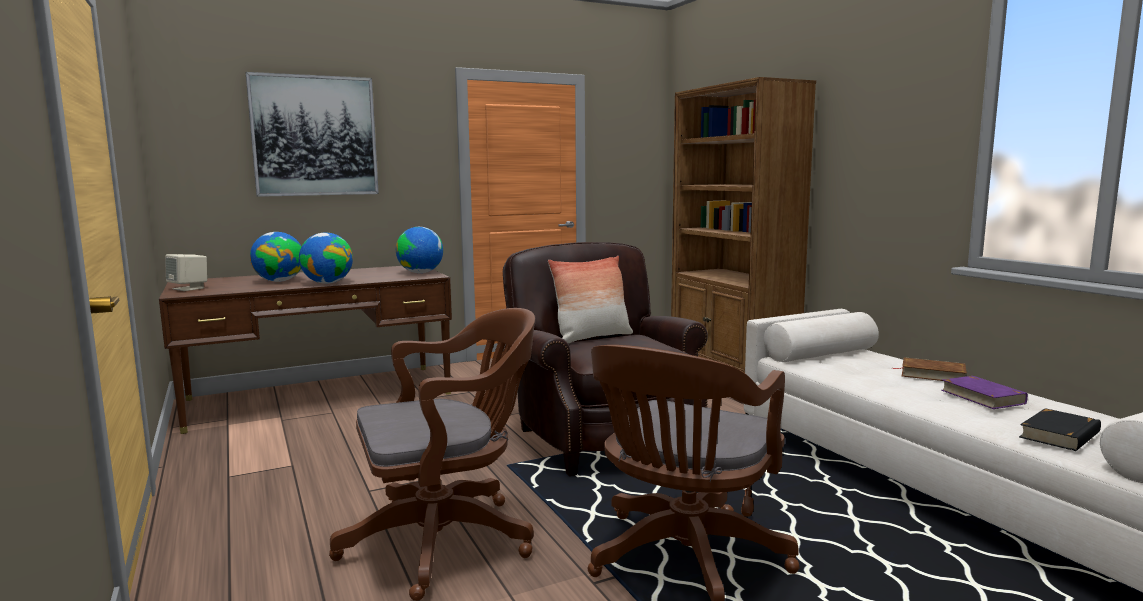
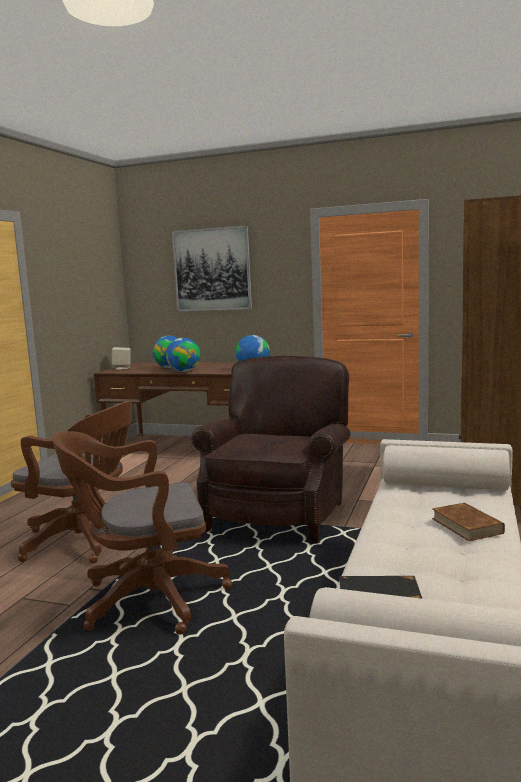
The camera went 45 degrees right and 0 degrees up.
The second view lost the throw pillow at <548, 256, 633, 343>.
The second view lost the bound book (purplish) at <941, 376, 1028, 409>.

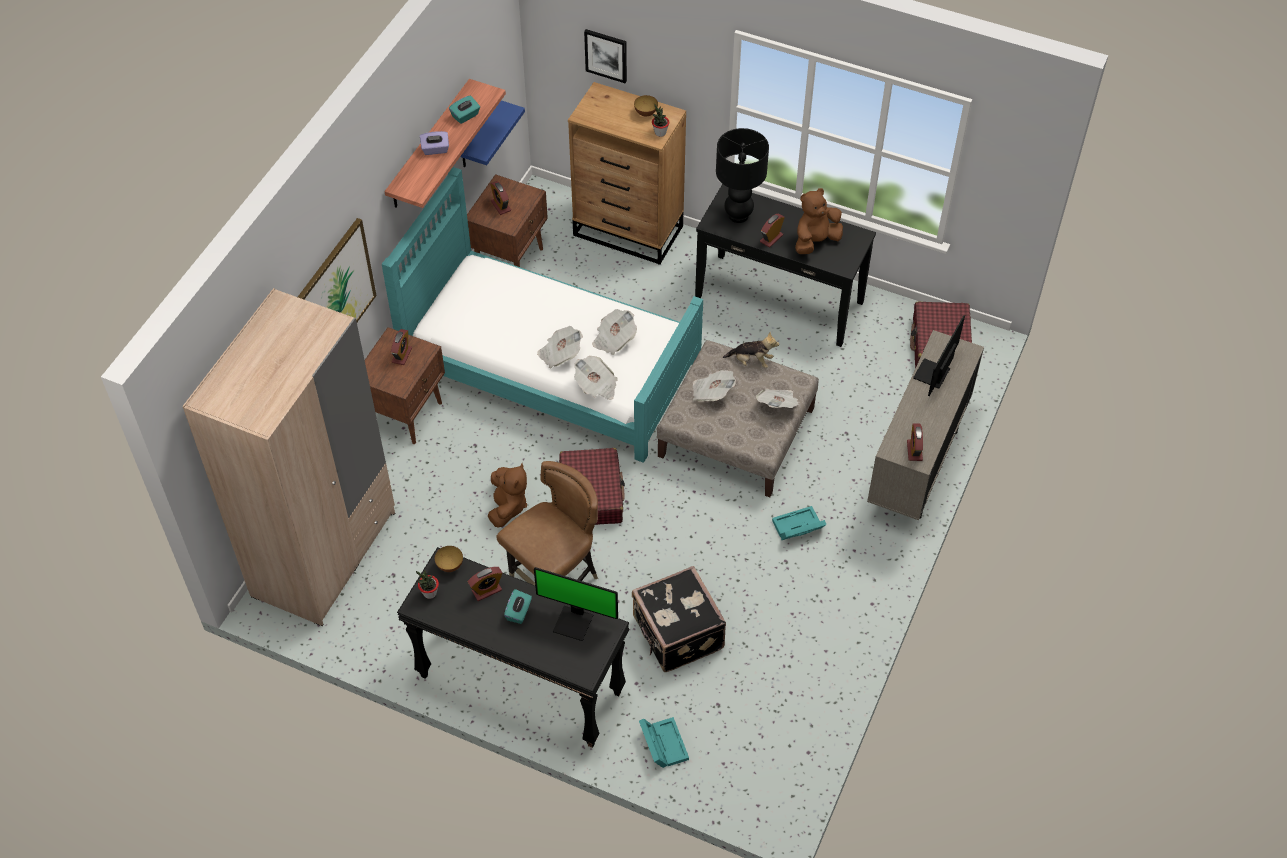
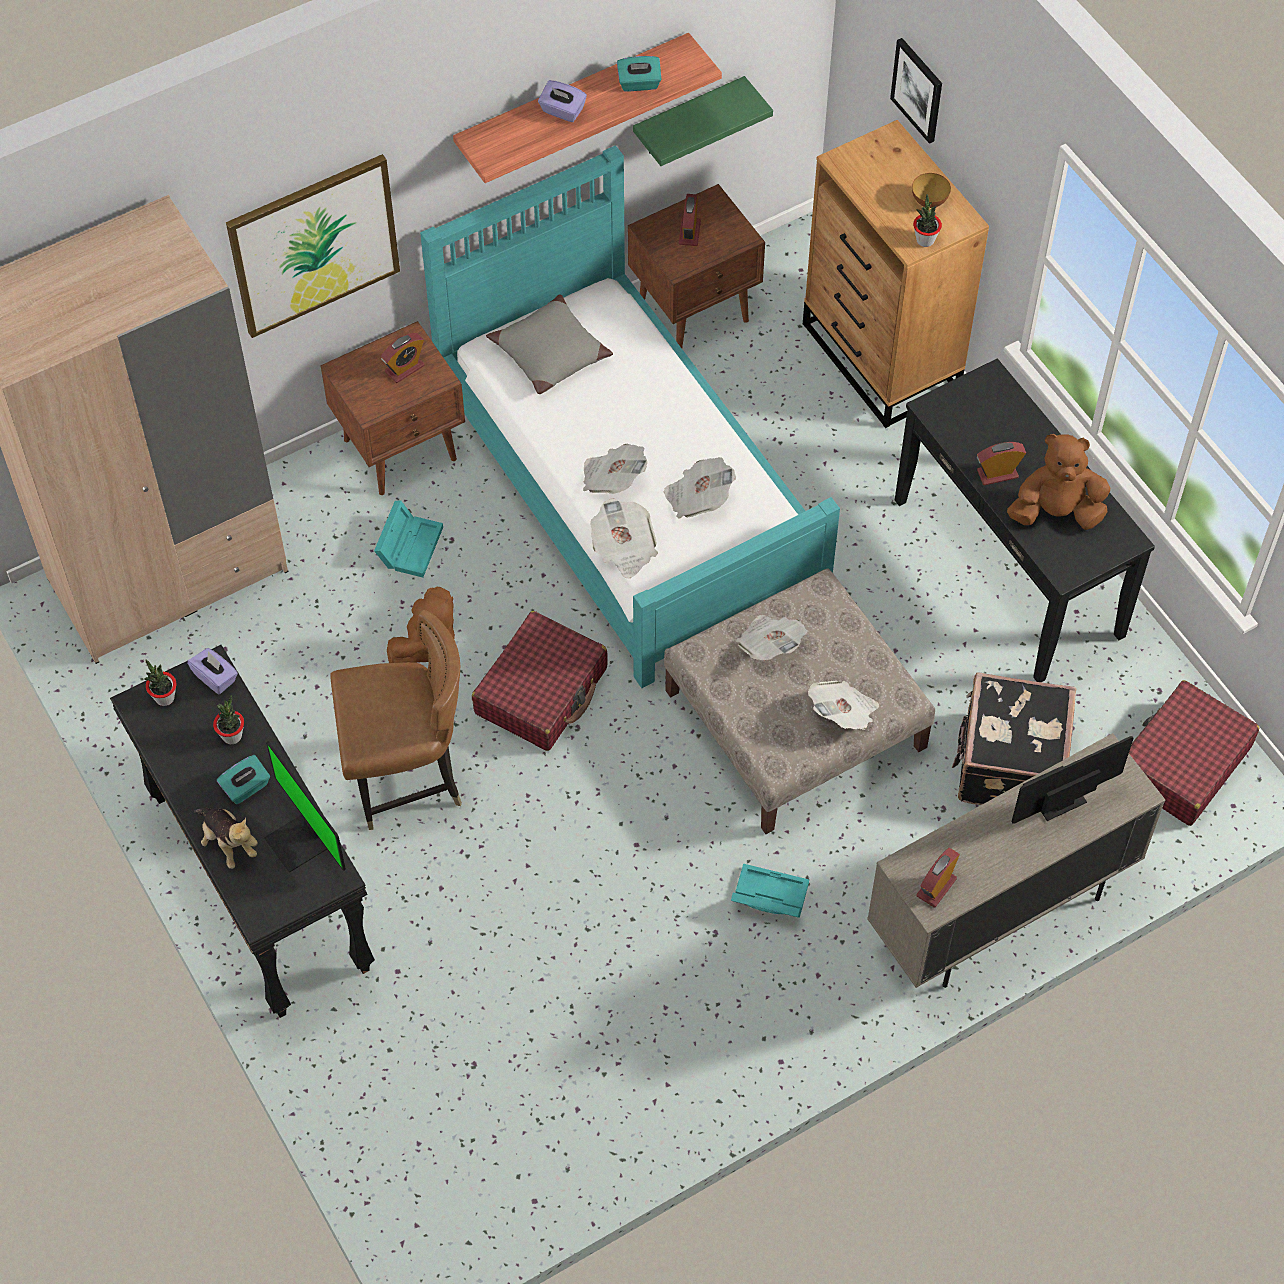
The camera went 35 degrees right and 5 degrees up.
Where the deep dish stood at <435, 546, 463, 572>, the box of tissues (purplish) came to stand at <187, 648, 238, 695>.
The plush toy ended up elsewhere, having gone from <723, 332, 779, 368> to <194, 808, 258, 869>.
Where the table clock stood at <467, 567, 502, 601>, the potted plant came to stand at <213, 695, 244, 744>.
The storage box (turquoise) ended up elsewhere, having gone from <639, 717, 689, 768> to <374, 501, 443, 577>.
The second view gained the throw pillow (gray) at <486, 294, 613, 394>.
What was the wall shelf (bluish) at <460, 100, 525, 167> turned into the wall shelf (greenish) at <633, 76, 773, 166>.
The piece of luggage (blackish) ended up elsewhere, having gone from <632, 566, 726, 672> to <952, 672, 1076, 805>.
The second view lost the table lamp (blackish) at <716, 128, 769, 223>.

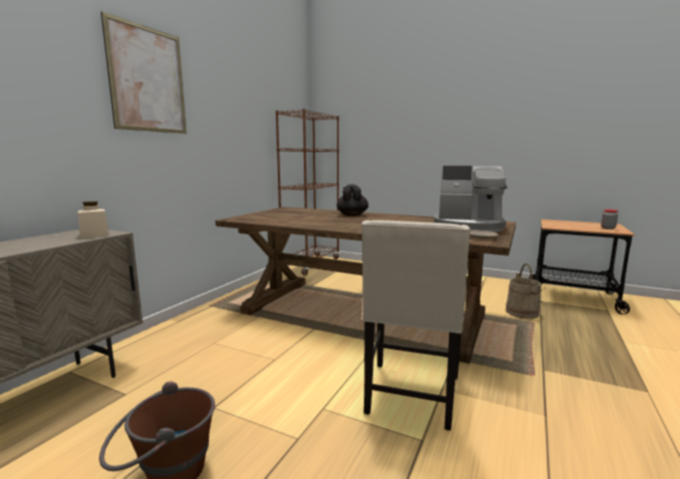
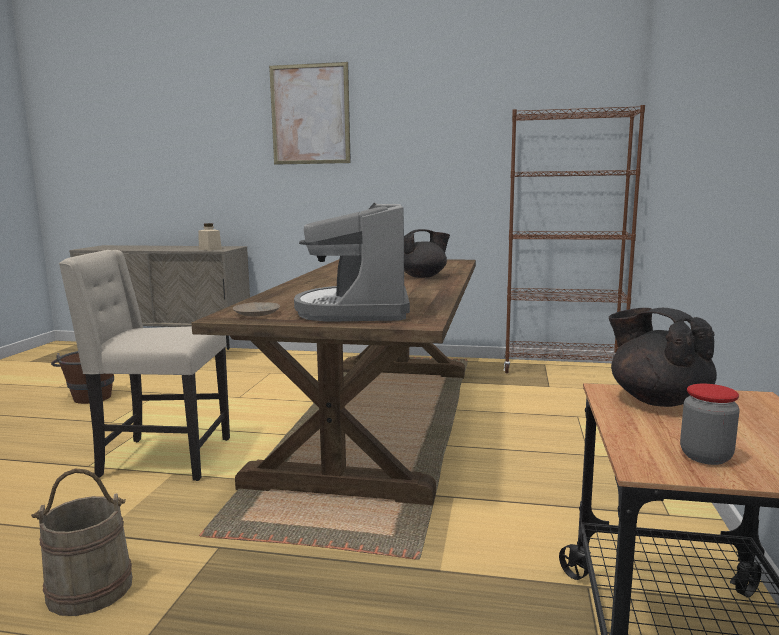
The camera went 75 degrees right and 0 degrees up.
The pail (beige) ended up elsewhere, having gone from <506, 263, 541, 319> to <31, 469, 132, 616>.
The second view gained the teapot (blackish) at <609, 308, 717, 407>.

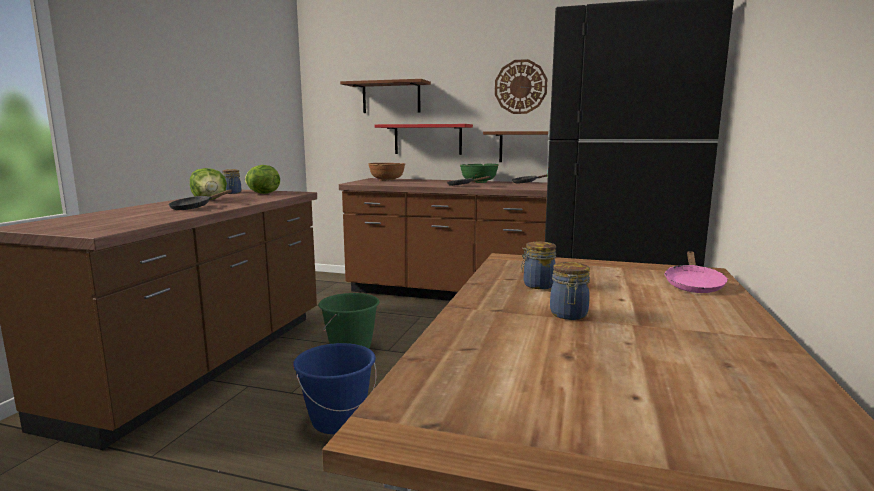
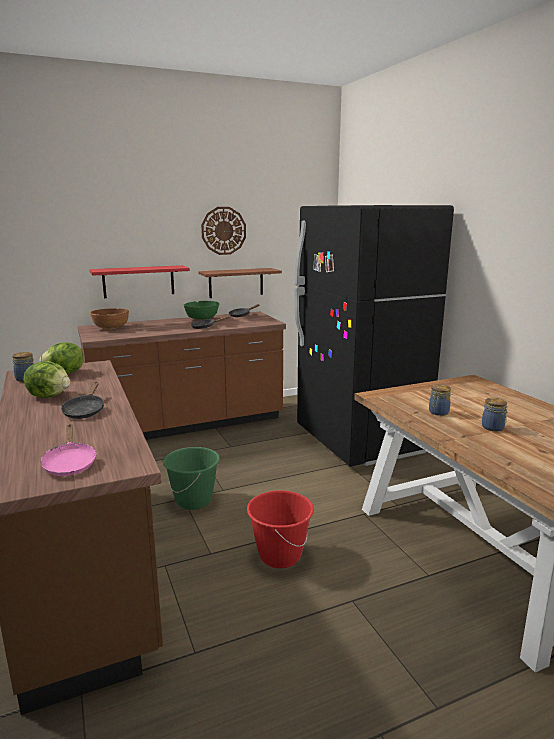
The camera went 40 degrees left and 5 degrees up.
The pan (pink) ended up elsewhere, having gone from <664, 251, 728, 293> to <40, 424, 97, 476>.
What was the pail (bluish) at <293, 343, 376, 434> turned into the pail (red-coloured) at <247, 490, 314, 568>.
The second view lost the wall shelf (brownish) at <340, 79, 431, 113>.

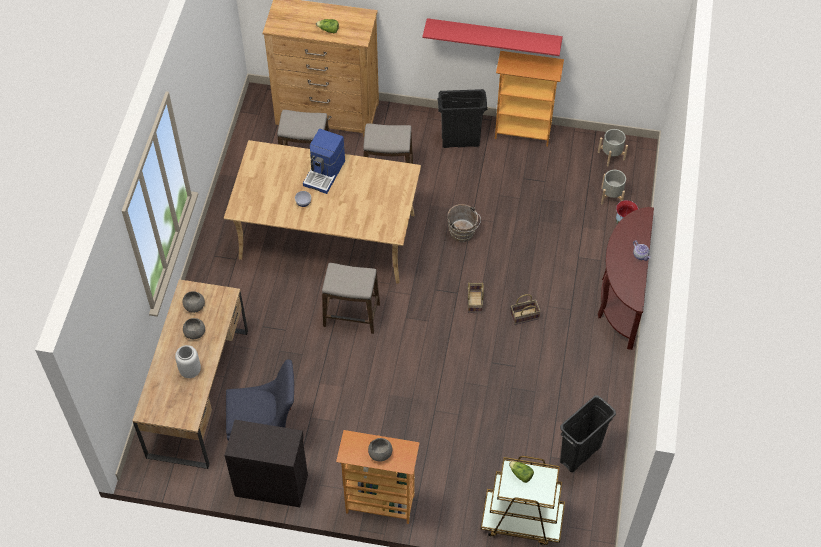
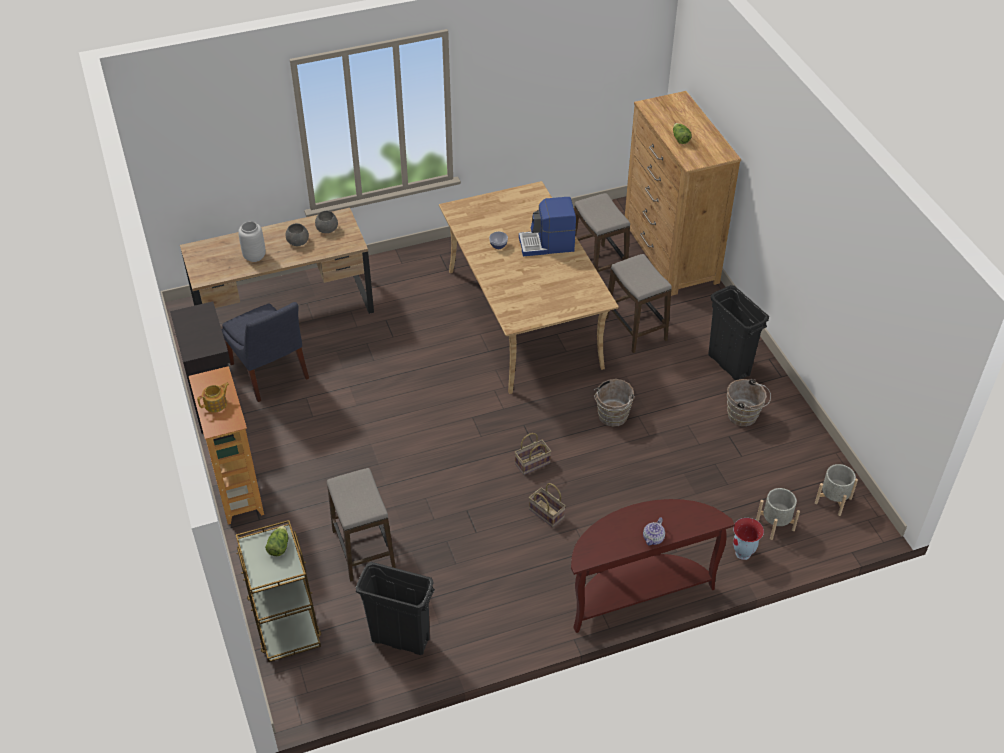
The camera went 60 degrees right and 10 degrees down.
Where the deep dish (gray) stood at <368, 438, 392, 462>, the teapot came to stand at <197, 382, 229, 413>.
The stool seat ended up elsewhere, having gone from <322, 263, 380, 334> to <327, 468, 396, 582>.
The second view gained the pail (brownish) at <727, 379, 771, 426>.
The second view lost the wall shelf (red-coloured) at <422, 18, 563, 56>.
The second view lost the bookcase at <495, 51, 564, 146>.

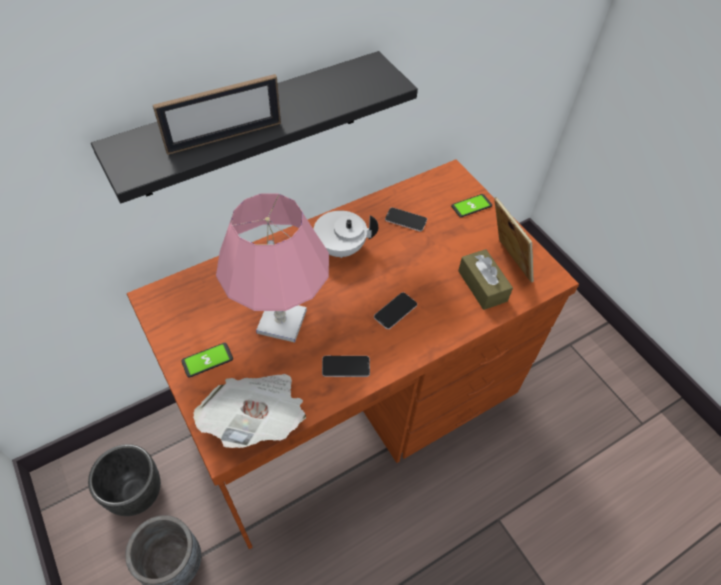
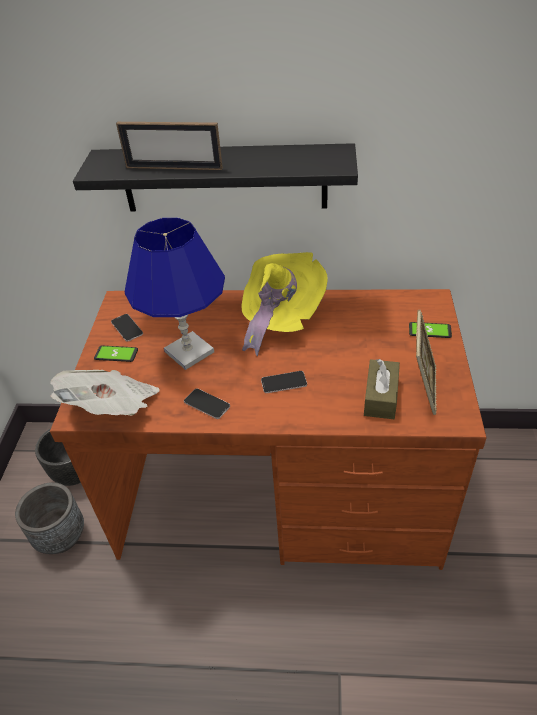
The camera went 40 degrees right and 10 degrees down.
The phone ended up elsewhere, having gone from <385, 207, 427, 232> to <111, 314, 143, 342>.
What was the table lamp (pink) at <216, 193, 329, 343> turned into the table lamp (bluish) at <125, 218, 225, 370>.
Where the teapot (white) stood at <314, 210, 378, 258>, the wearable hat (yellowish) came to stand at <241, 252, 328, 356>.

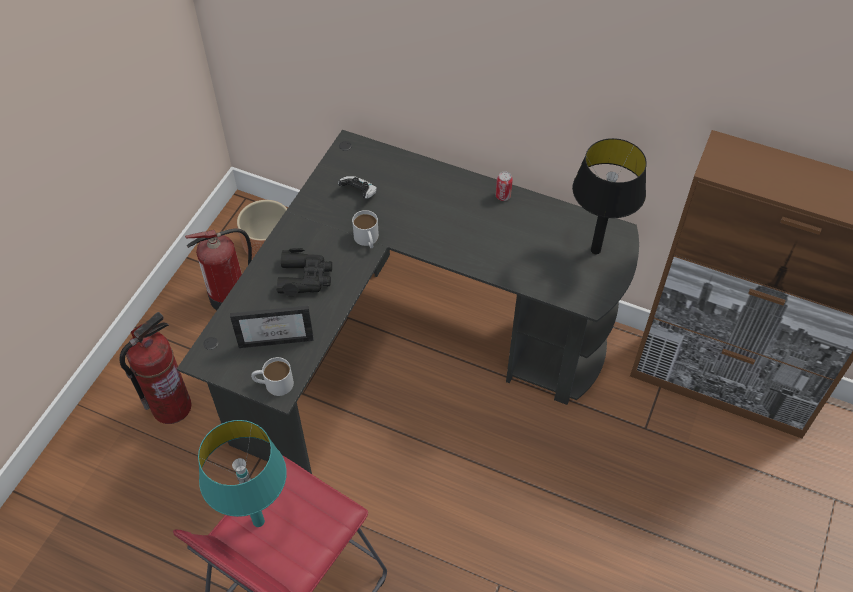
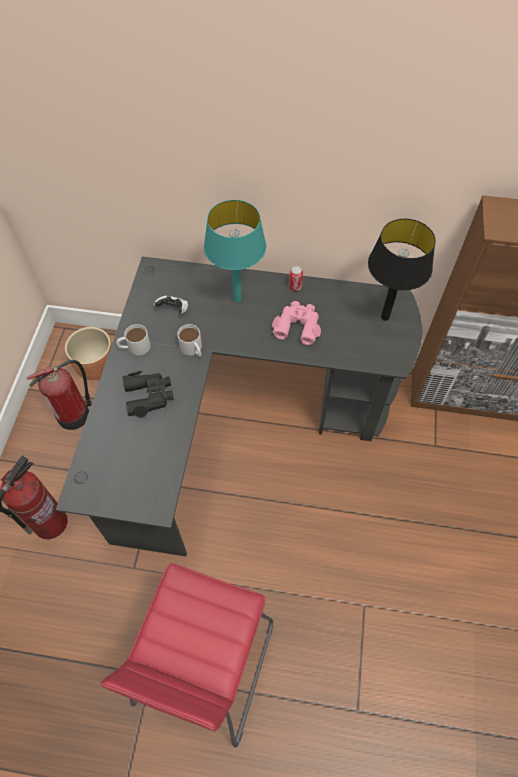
The camera went 15 degrees left and 5 degrees up.
The tea mug (white) ended up elsewhere, having gone from <251, 357, 294, 396> to <116, 324, 151, 355>.
The table lamp (turquoise) ended up elsewhere, having gone from <198, 420, 287, 527> to <203, 200, 266, 302>.
The second view gained the binoculars (pink) at <272, 301, 321, 345>.
The second view lost the standing frame at <230, 305, 314, 348>.

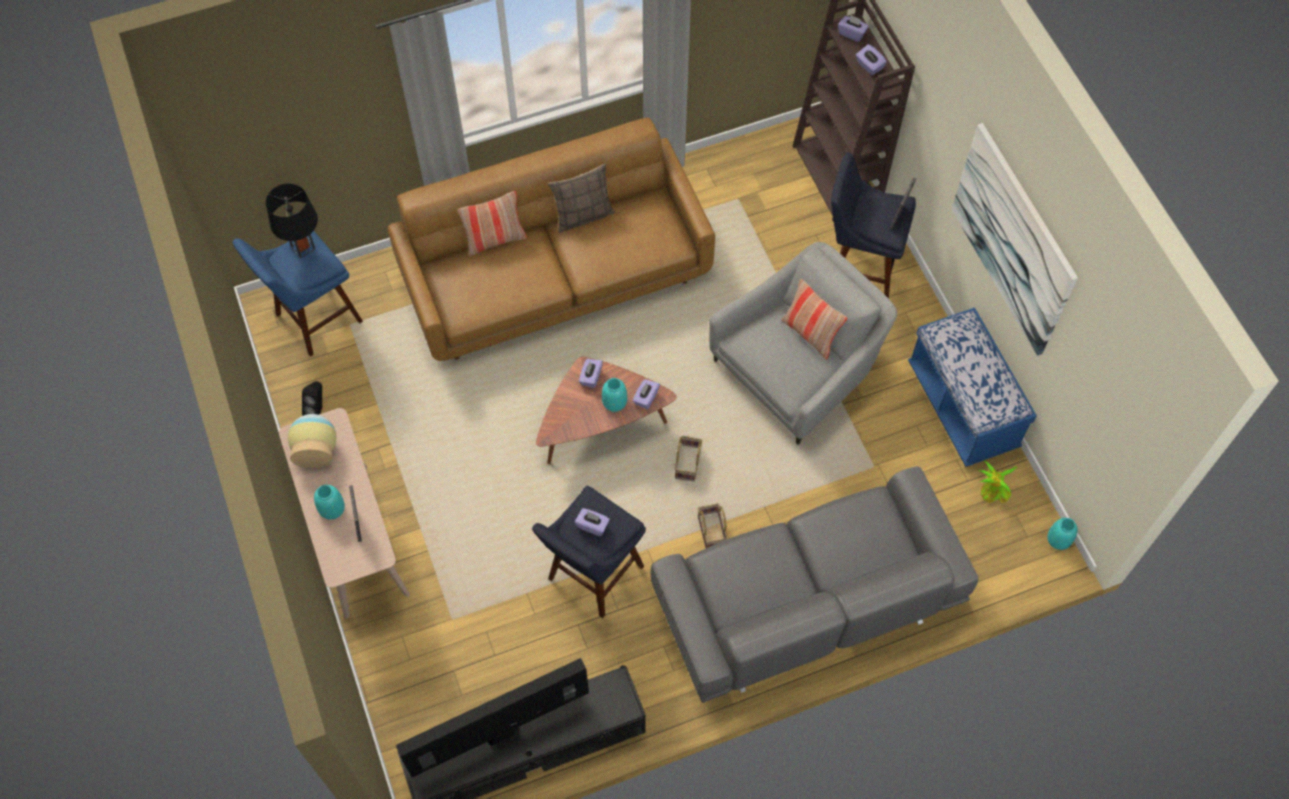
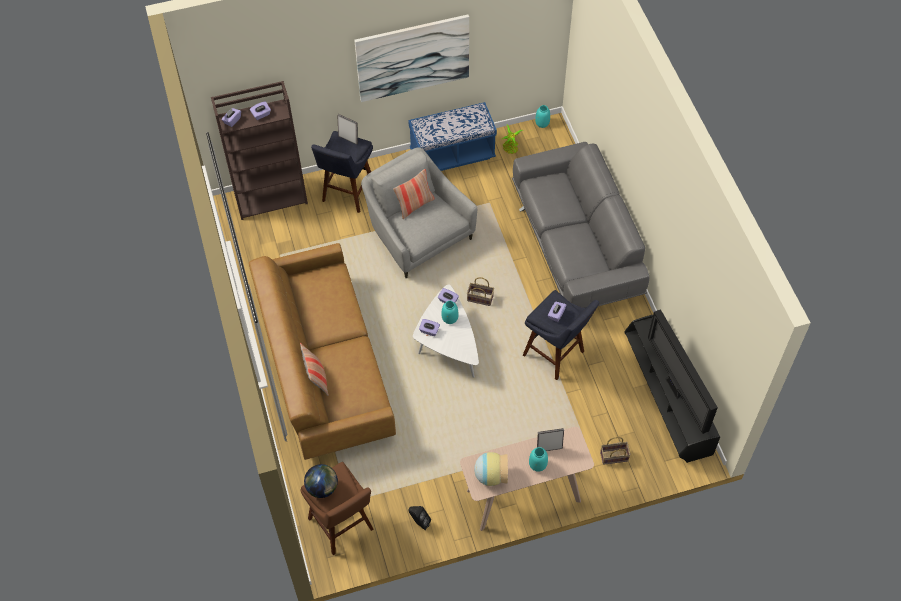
The camera went 85 degrees left and 5 degrees down.
What was the stool seat (bluish) at <233, 231, 363, 357> turned into the stool seat (brownish) at <300, 462, 374, 555>.
Where the table lamp (blackish) stood at <266, 184, 318, 258>, the desk globe came to stand at <304, 464, 338, 498>.
What was the lounge table (brownish) at <536, 357, 677, 464> turned into the lounge table (white) at <413, 284, 479, 378>.
The storage basket ended up elsewhere, having gone from <698, 503, 728, 548> to <600, 437, 631, 465>.
The second view lost the throw pillow at <548, 164, 615, 233>.

